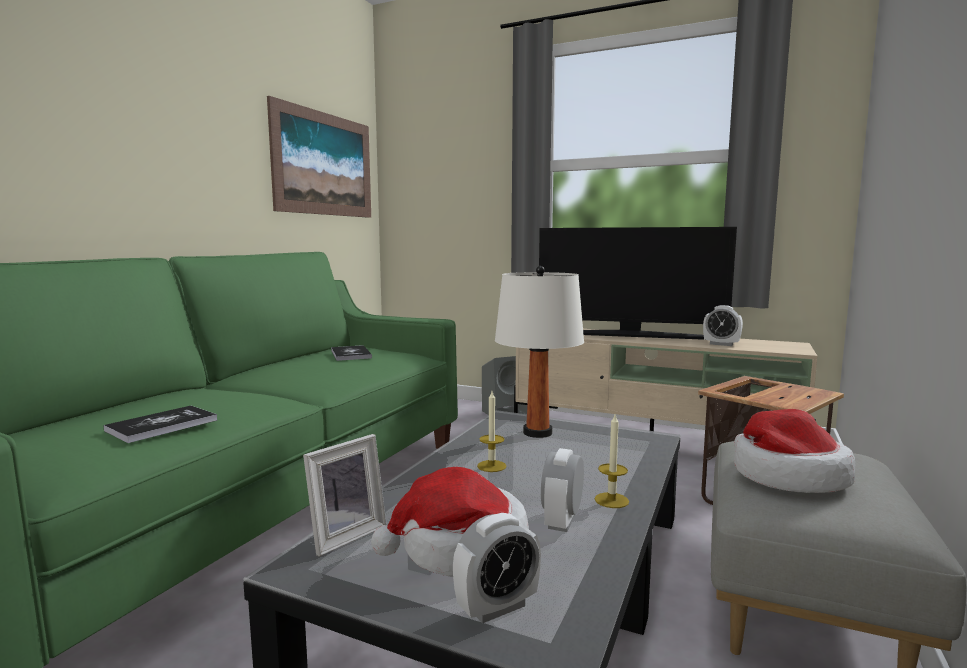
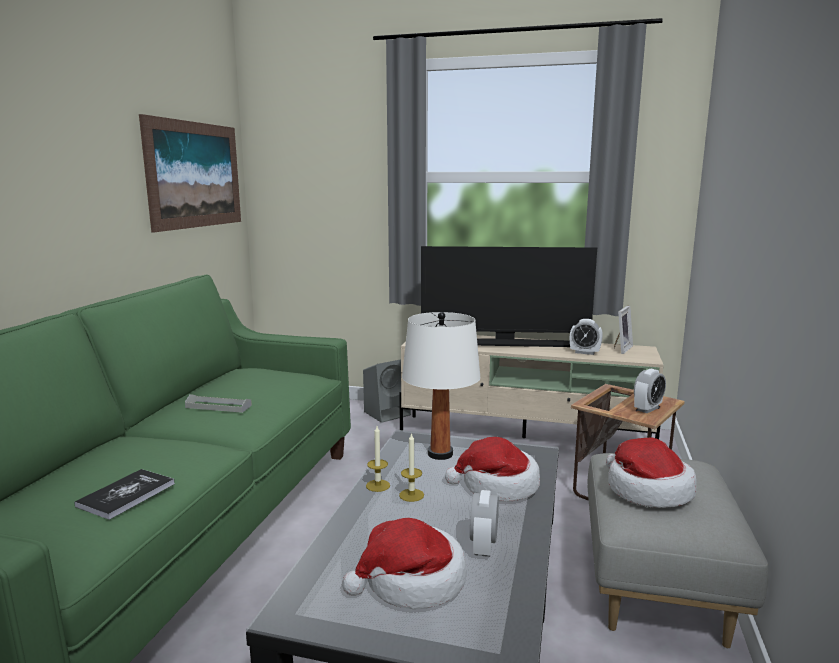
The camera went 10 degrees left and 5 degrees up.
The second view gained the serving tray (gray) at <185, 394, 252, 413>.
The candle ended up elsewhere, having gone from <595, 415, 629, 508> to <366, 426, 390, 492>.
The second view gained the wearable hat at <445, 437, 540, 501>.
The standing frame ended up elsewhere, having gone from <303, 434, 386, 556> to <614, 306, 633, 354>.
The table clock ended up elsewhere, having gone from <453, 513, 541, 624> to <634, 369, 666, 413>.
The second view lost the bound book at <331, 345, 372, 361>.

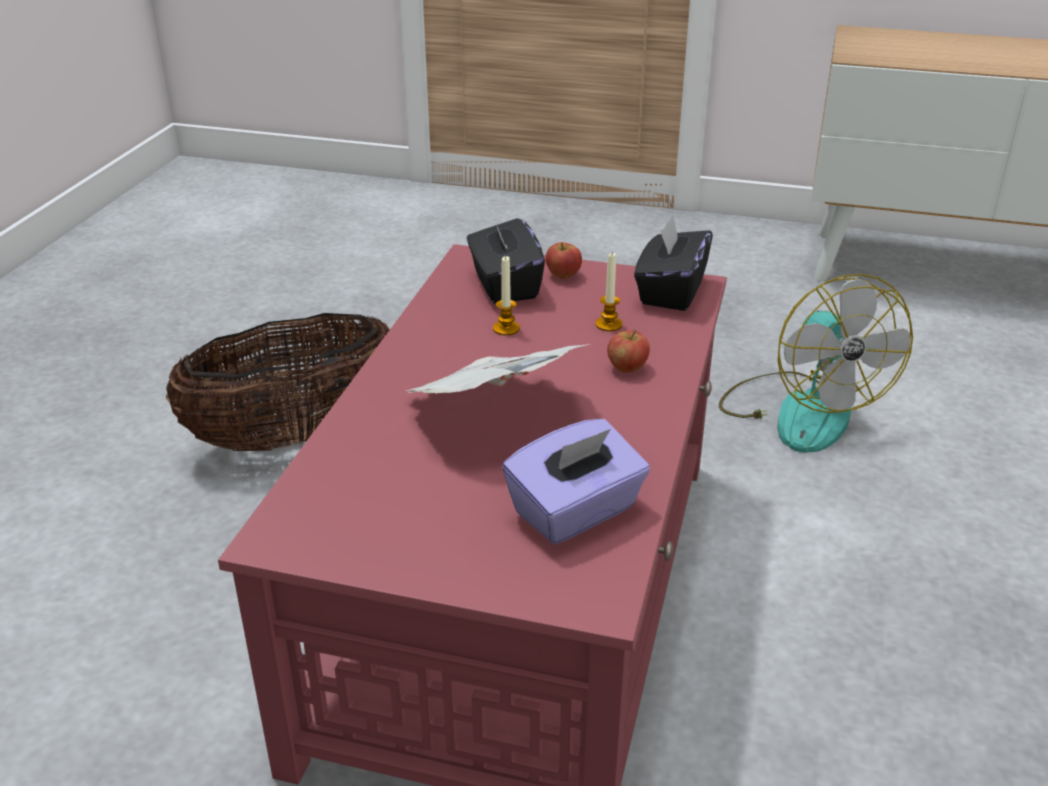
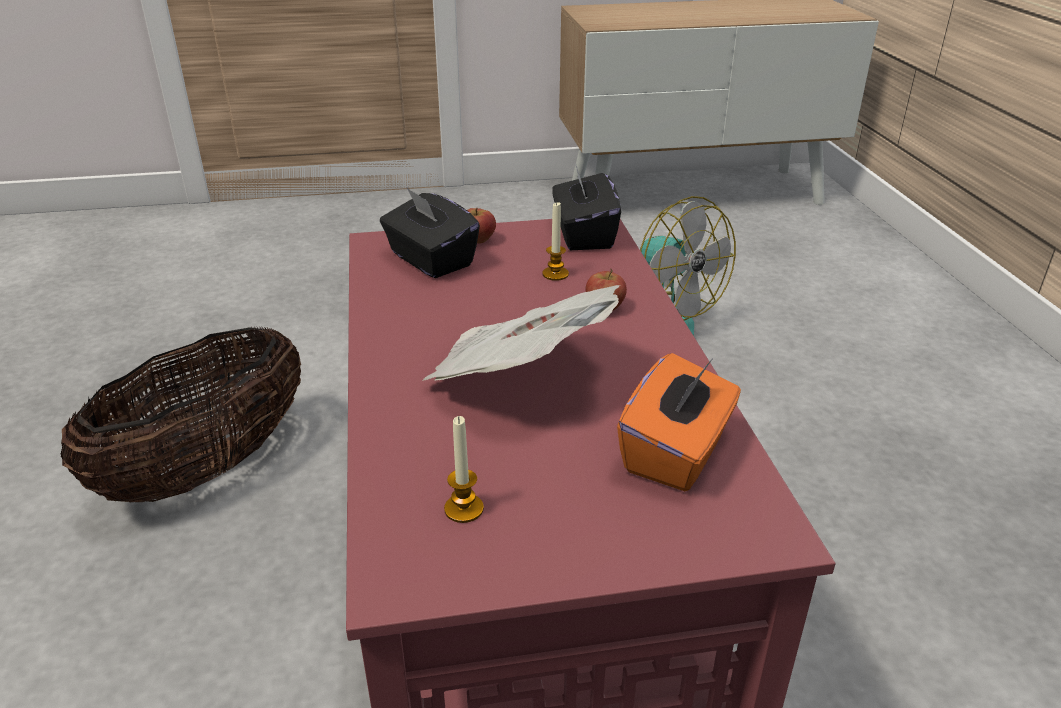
The camera went 25 degrees left and 0 degrees up.
The candle ended up elsewhere, having gone from <493, 255, 520, 336> to <444, 416, 484, 523>.
What was the box of tissues (purplish) at <502, 419, 650, 544> turned into the box of tissues (orange) at <617, 353, 741, 491>.

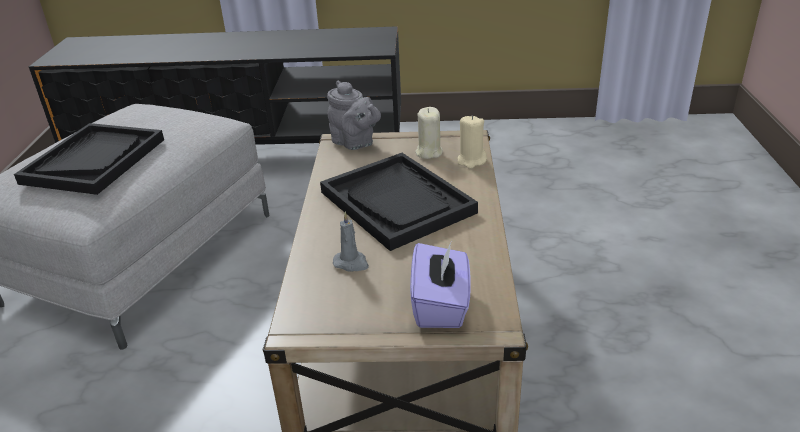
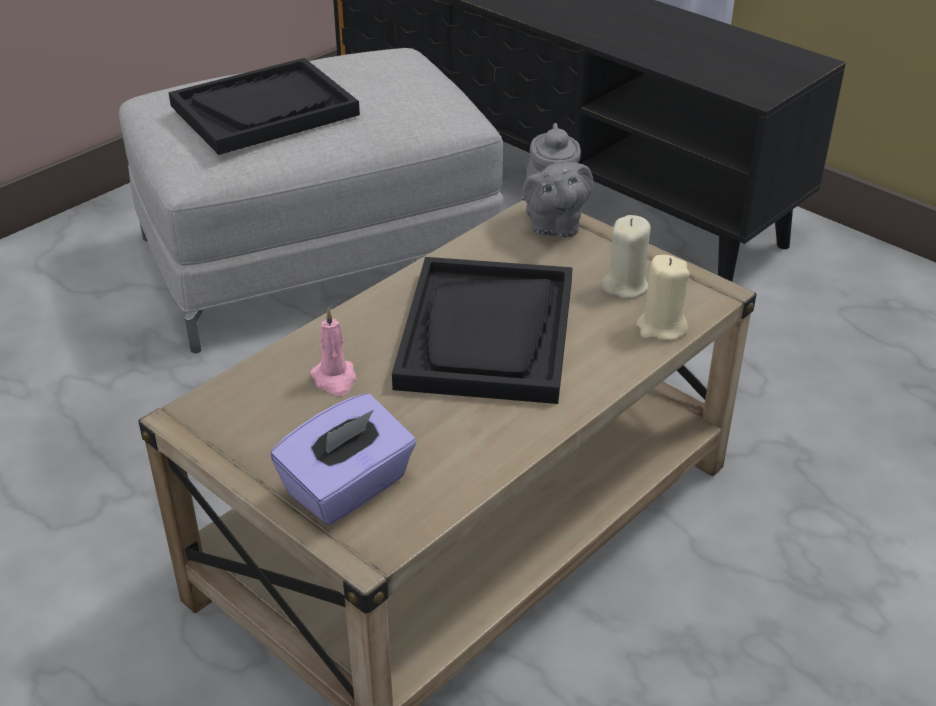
The camera went 40 degrees right and 5 degrees up.
What was the candle (gray) at <333, 211, 369, 272> turned into the candle (pink) at <310, 308, 356, 396>.

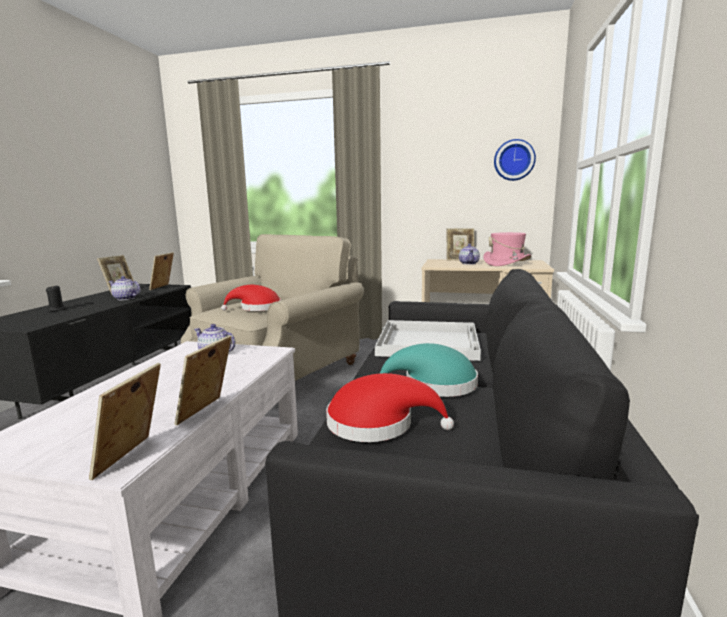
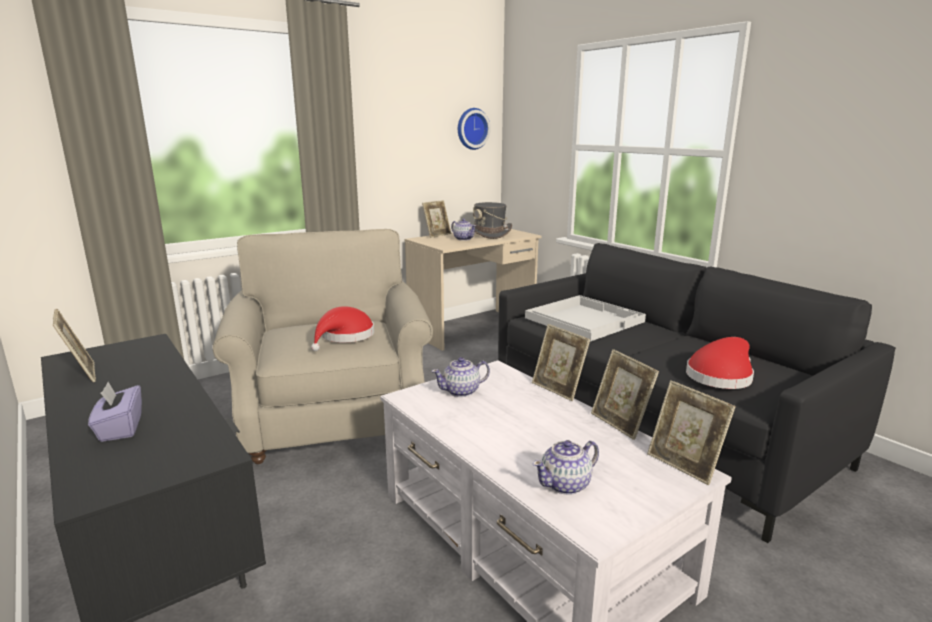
The camera went 50 degrees left and 5 degrees up.
Where the candle (blackish) stood at <46, 285, 66, 311>, the box of tissues (purplish) came to stand at <88, 382, 142, 442>.
What was the wearable hat (pink) at <483, 232, 531, 266> turned into the wearable hat (gray) at <473, 202, 512, 239>.
The standing frame ended up elsewhere, having gone from <149, 252, 174, 290> to <532, 324, 590, 401>.
The teapot ended up elsewhere, having gone from <108, 276, 141, 300> to <533, 440, 599, 495>.
The second view lost the wearable hat (turquoise) at <380, 343, 478, 397>.

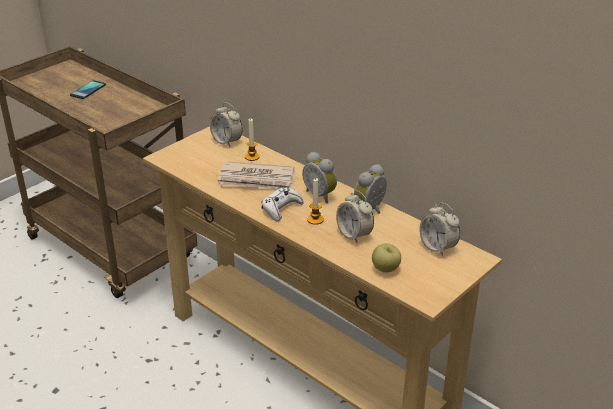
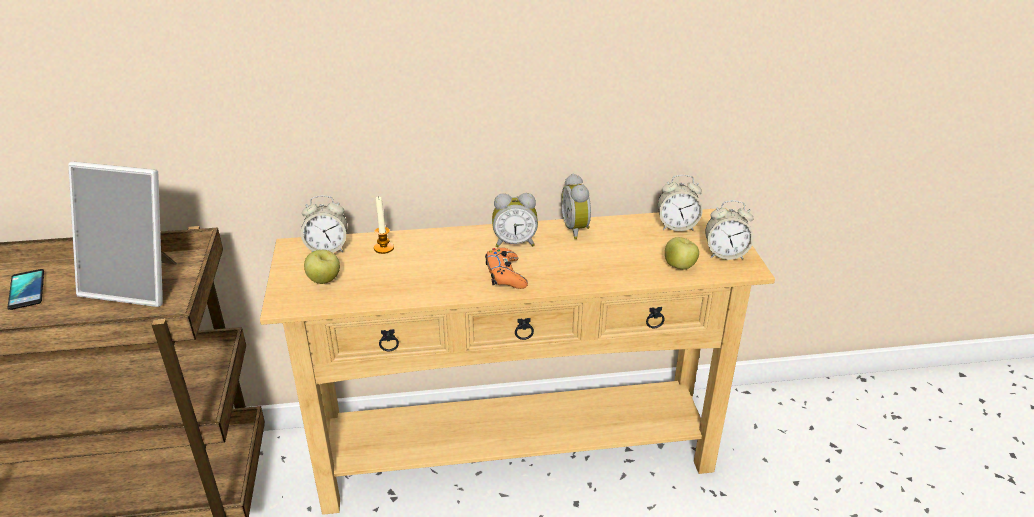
The camera went 50 degrees left and 0 degrees up.
The second view gained the standing frame at <68, 162, 177, 307>.
The second view gained the apple fruit at <304, 250, 340, 284>.
What was the gamepad (white) at <261, 187, 304, 221> turned into the gamepad (orange) at <485, 248, 528, 289>.
The table clock ended up elsewhere, having gone from <336, 190, 374, 243> to <705, 200, 754, 260>.
The second view lost the daily paper at <218, 161, 295, 190>.
The second view lost the candle at <307, 178, 324, 225>.

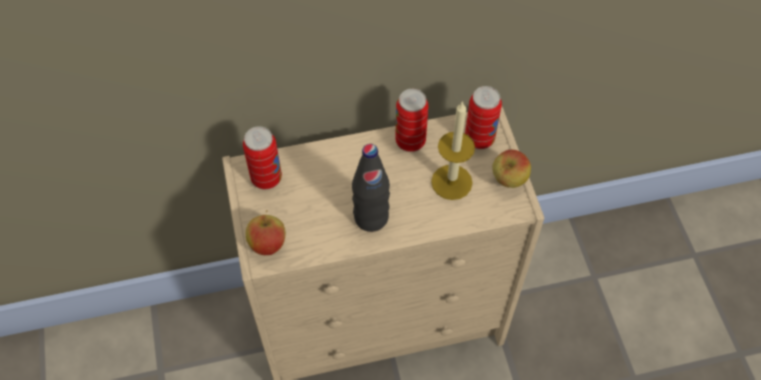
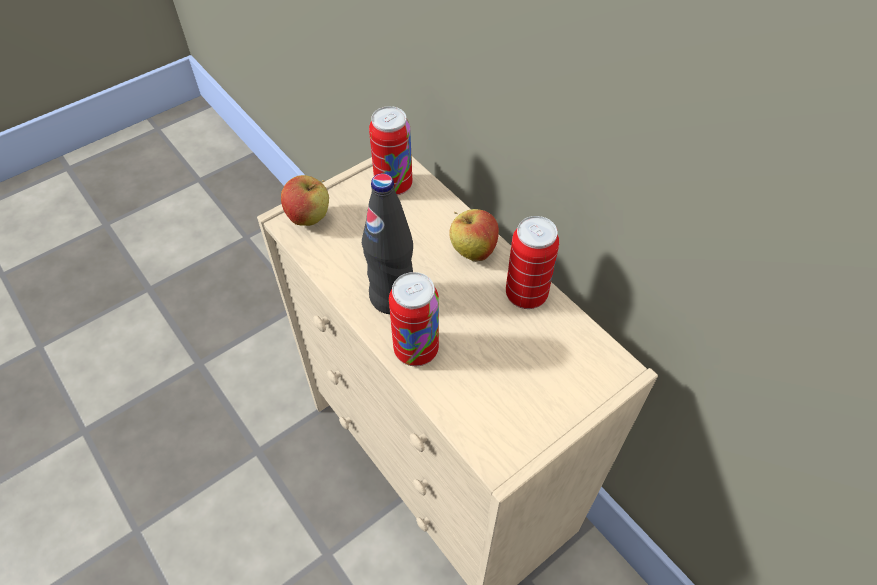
The camera went 65 degrees right and 5 degrees down.
The metal can ended up elsewhere, having gone from <465, 86, 502, 149> to <389, 272, 439, 366>.
The apple fruit ended up elsewhere, having gone from <492, 150, 531, 188> to <449, 209, 499, 262>.
The second view lost the candle at <431, 101, 475, 200>.

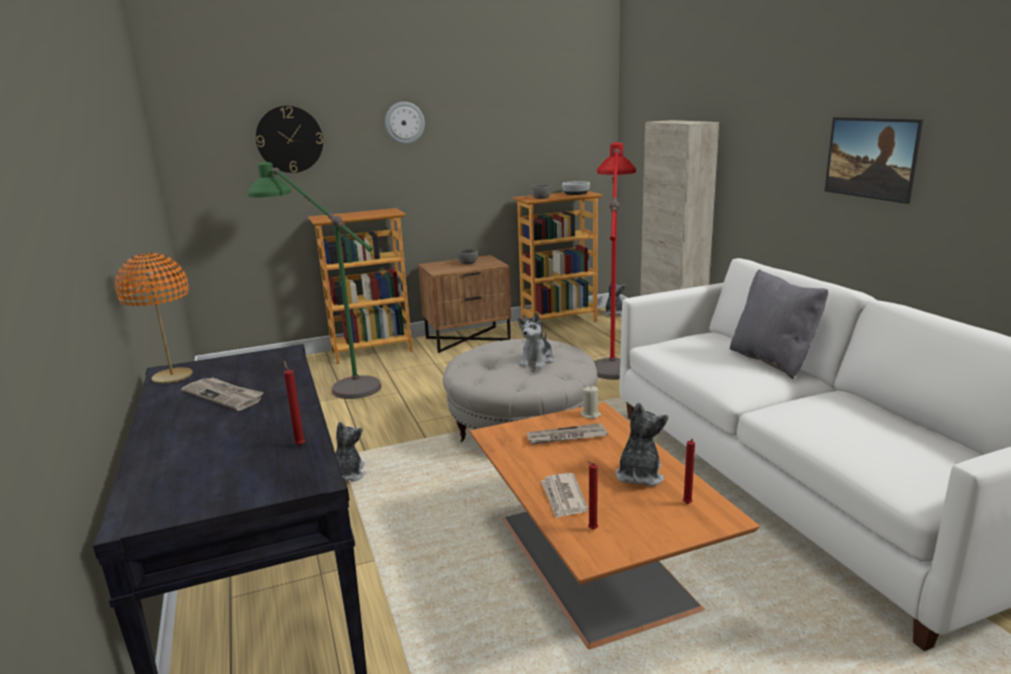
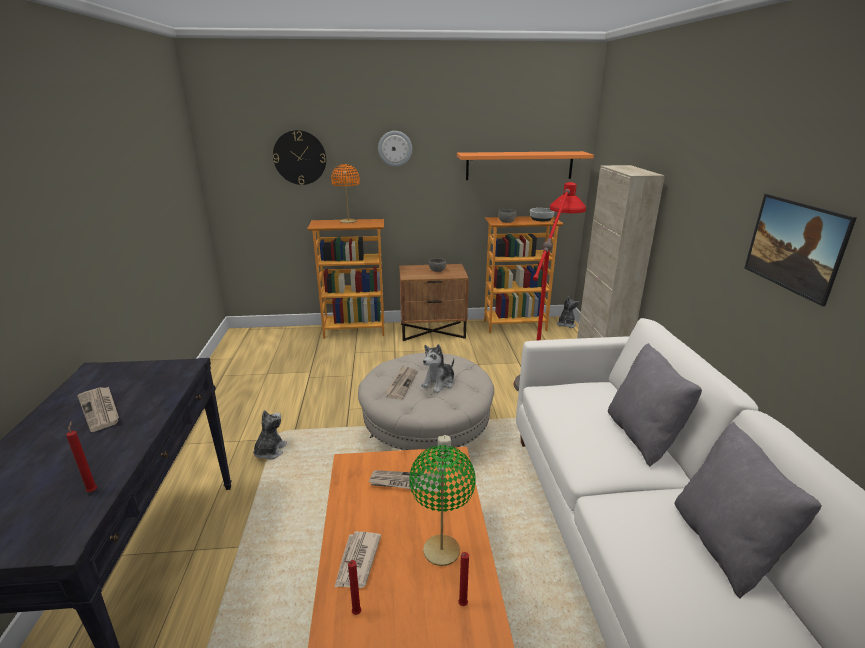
The camera went 15 degrees right and 5 degrees up.
The table lamp (orange) ended up elsewhere, having gone from <115, 253, 193, 384> to <331, 164, 360, 223>.
The second view gained the daily paper at <384, 365, 418, 400>.
Where the plush toy stood at <615, 403, 668, 487>, the table lamp (greenish) came to stand at <409, 445, 476, 566>.
The second view gained the wall shelf (orange) at <457, 151, 594, 180>.
The second view gained the throw pillow (gray) at <675, 422, 822, 599>.
The second view lost the standard lamp (greenish) at <247, 162, 382, 399>.

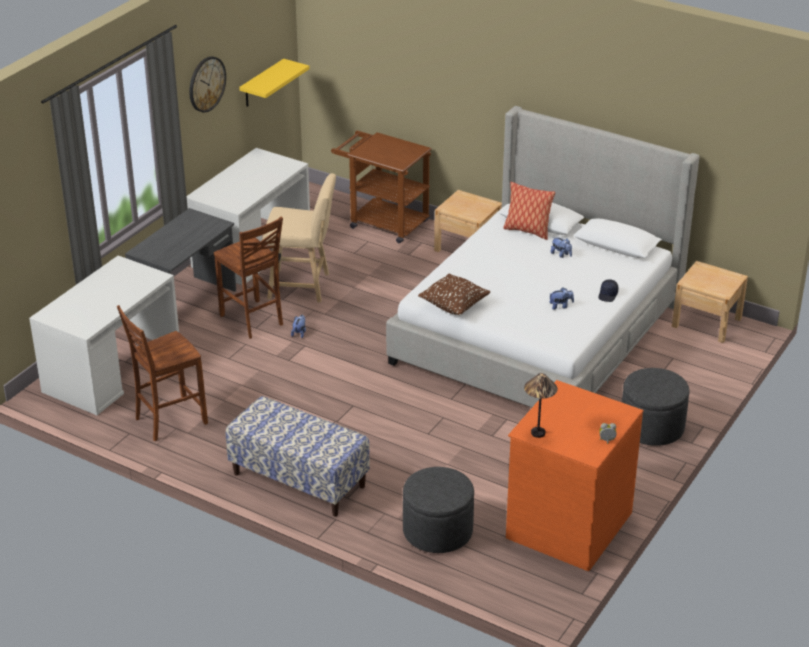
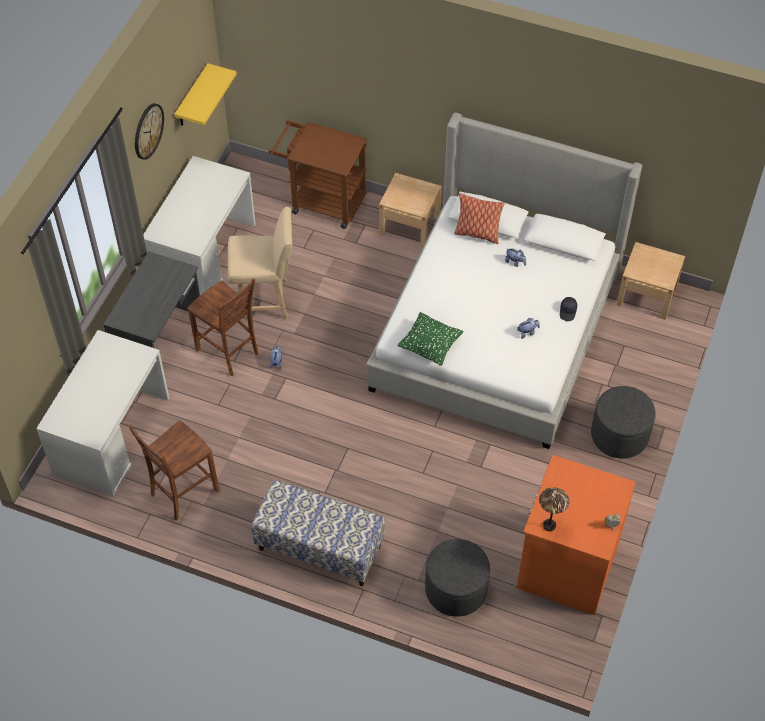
The camera went 10 degrees left and 20 degrees up.
What was the throw pillow (brownish) at <418, 273, 491, 315> turned into the throw pillow (greenish) at <398, 312, 463, 366>.

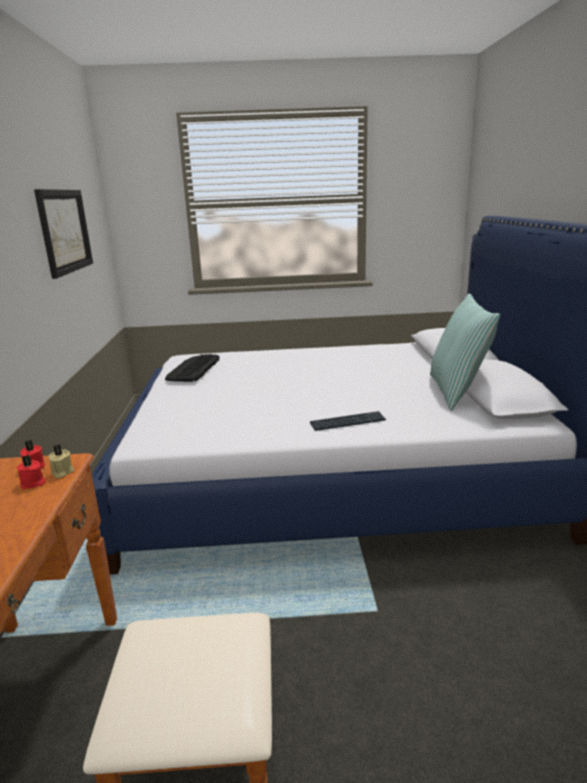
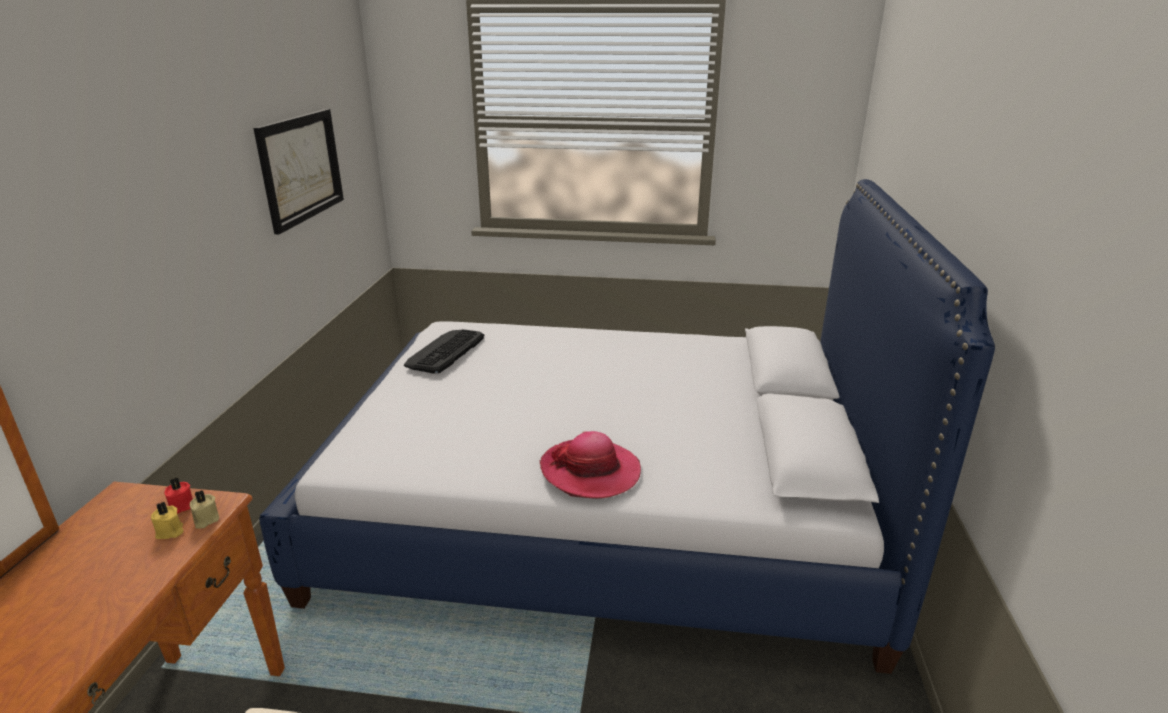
The camera went 10 degrees right and 5 degrees up.
What was the candle (red-coloured) at <17, 455, 46, 489> turned into the candle (yellowish) at <151, 502, 183, 539>.
Where the PC keyboard stood at <310, 411, 386, 431>, the wearable hat came to stand at <539, 431, 641, 499>.
The second view lost the throw pillow at <430, 294, 500, 411>.

